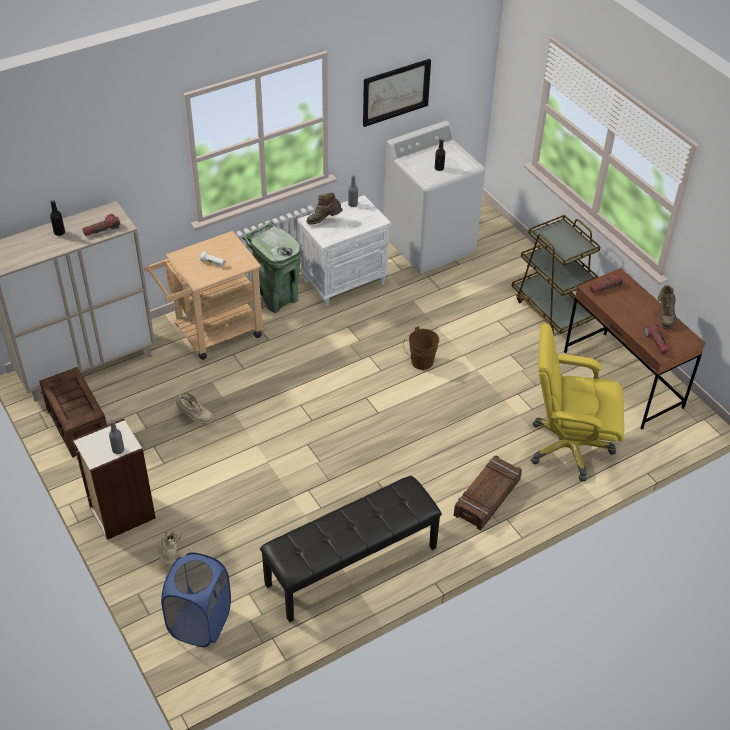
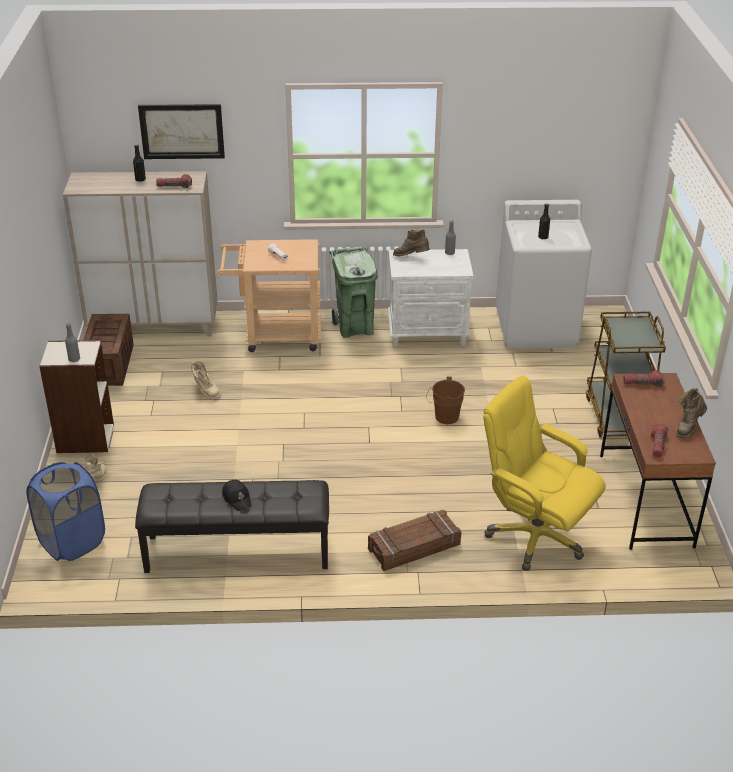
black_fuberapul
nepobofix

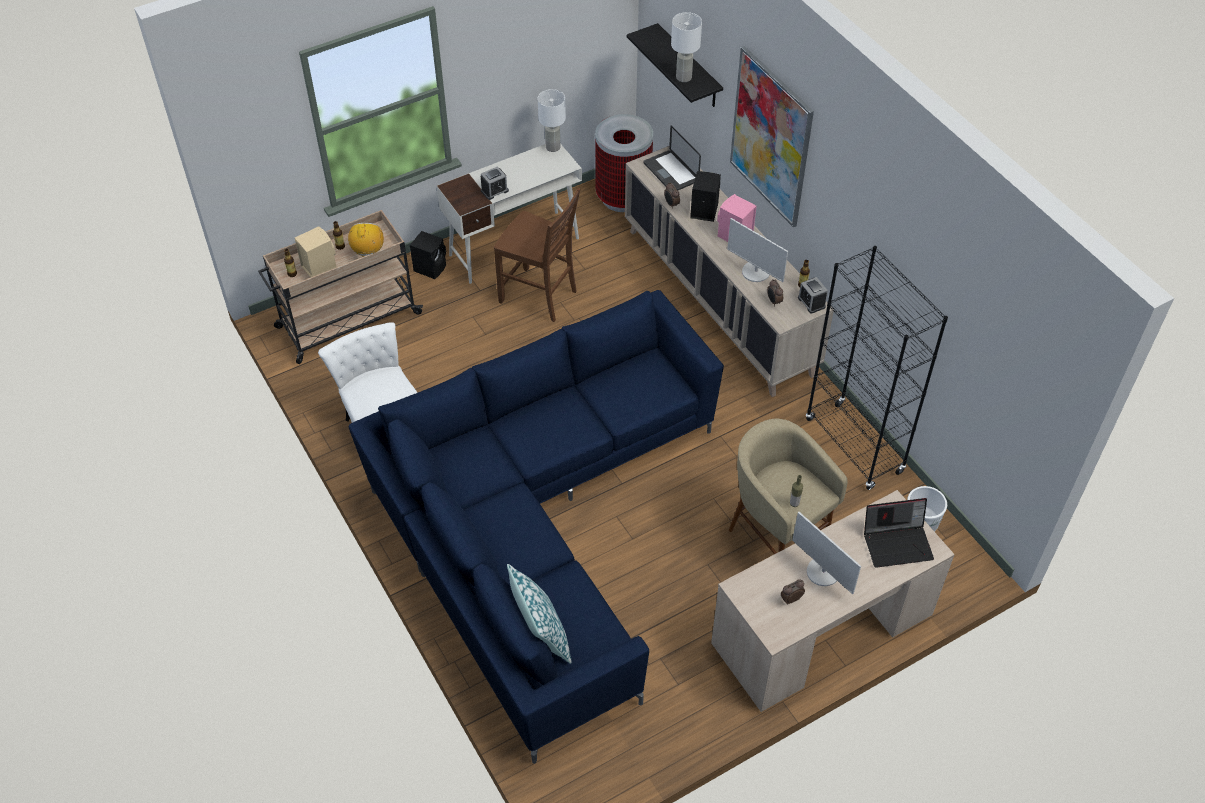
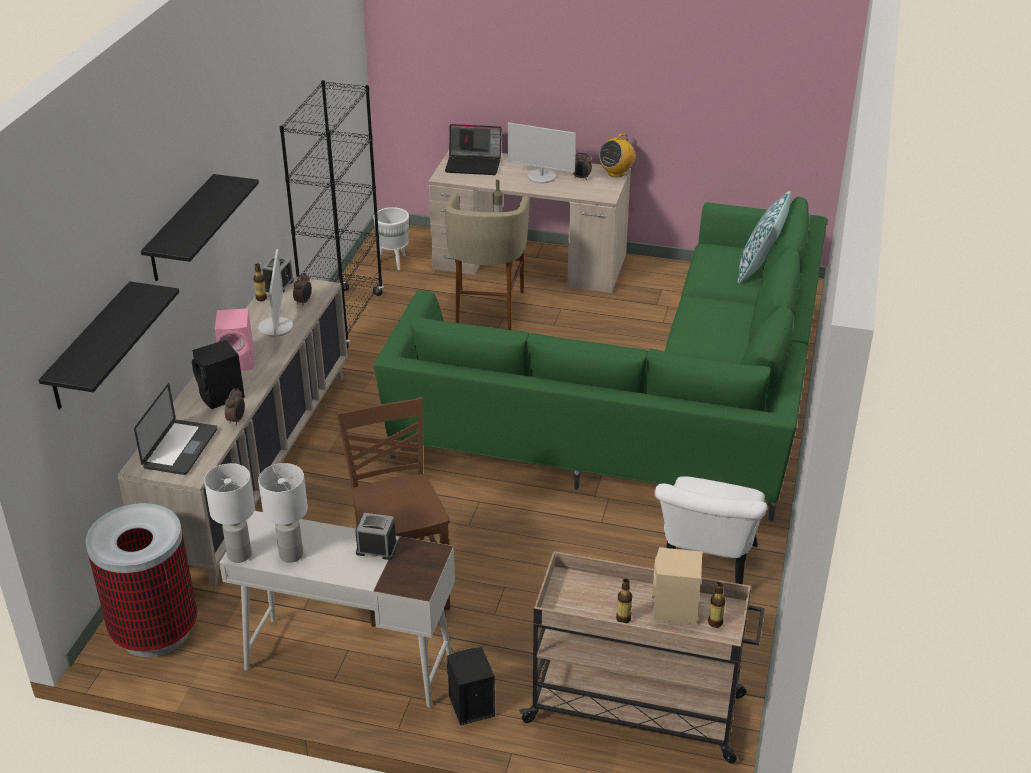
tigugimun
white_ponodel (no. 2 from left)
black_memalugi (no. 2 from left)
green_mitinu
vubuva (no. 2 from left)
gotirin (no. 2 from left)

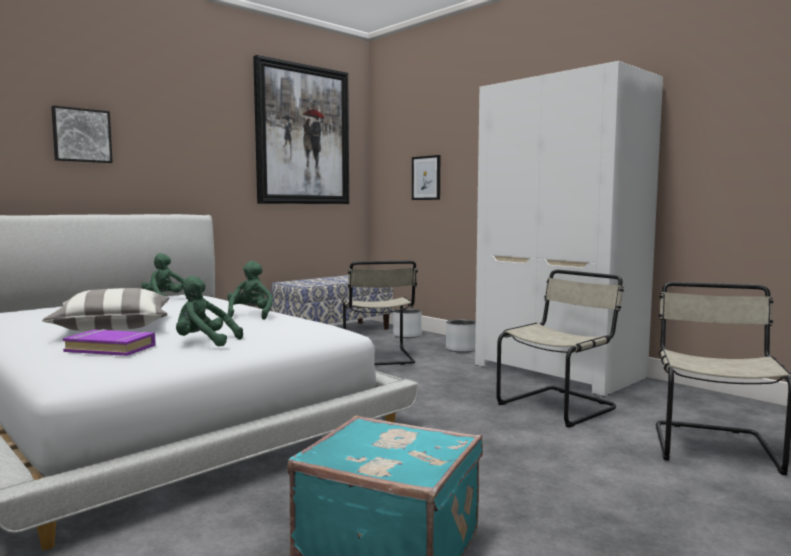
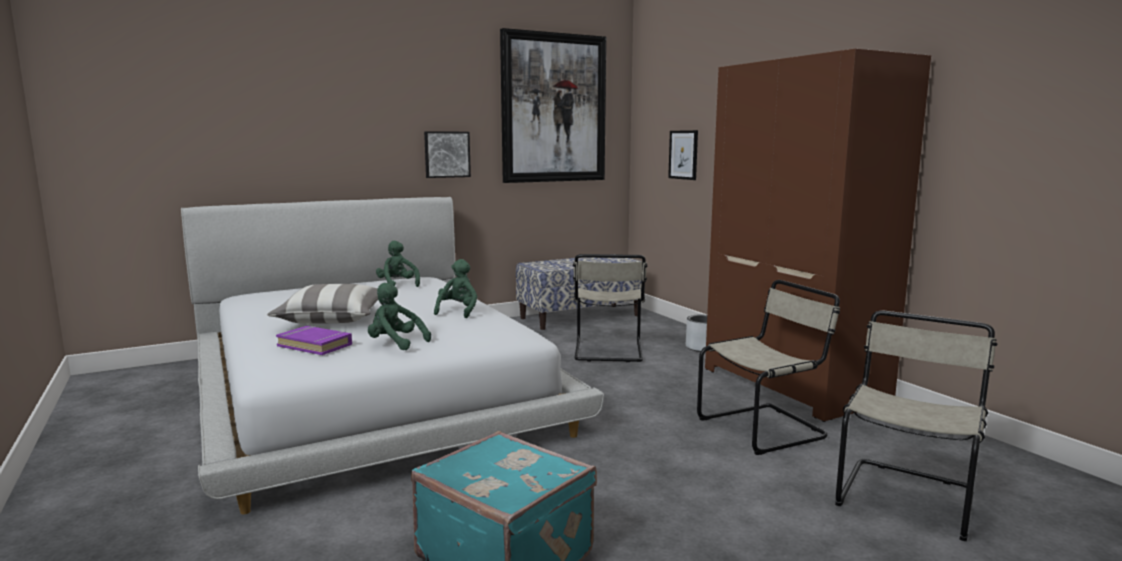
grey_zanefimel (no. 1 from left in the first image)
nepobofix (no. 1 from left)
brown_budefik

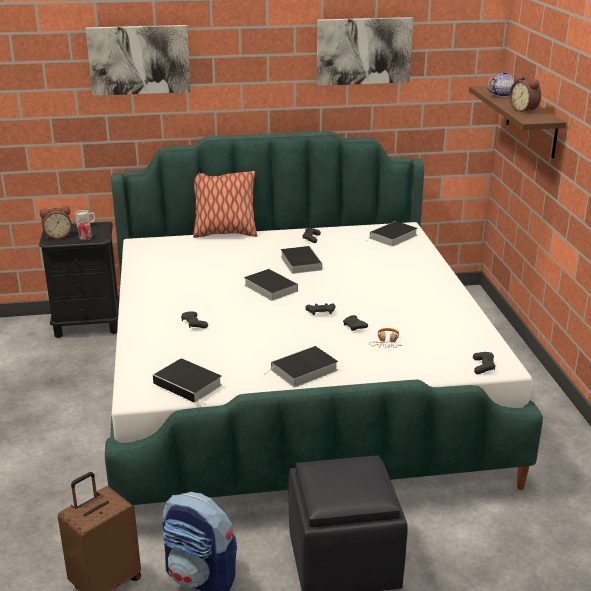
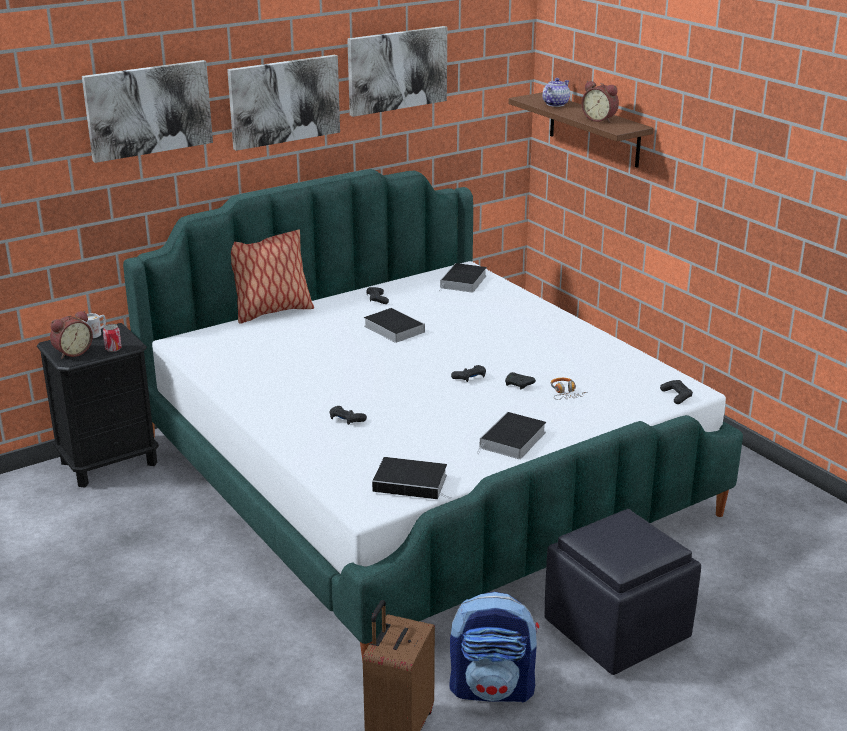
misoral (no. 2 from left in the first image)
nepobofix (no. 2 from left)

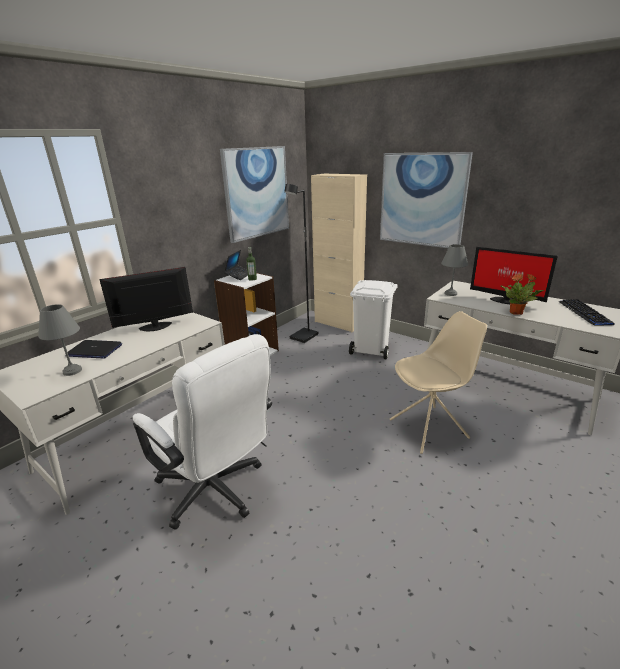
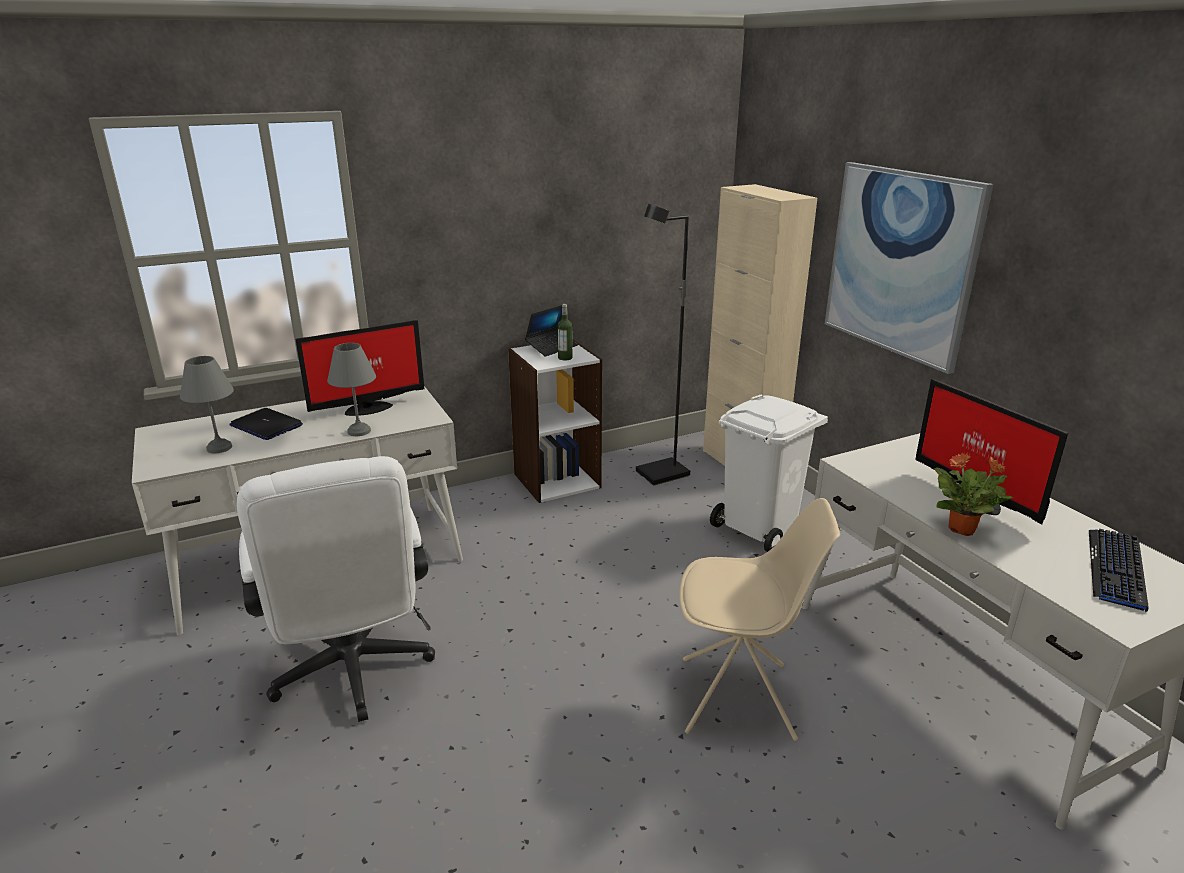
nepobofix (no. 1 from left in the first image)
grey_ponodel (no. 2 from left)
vubuva (no. 1 from left)

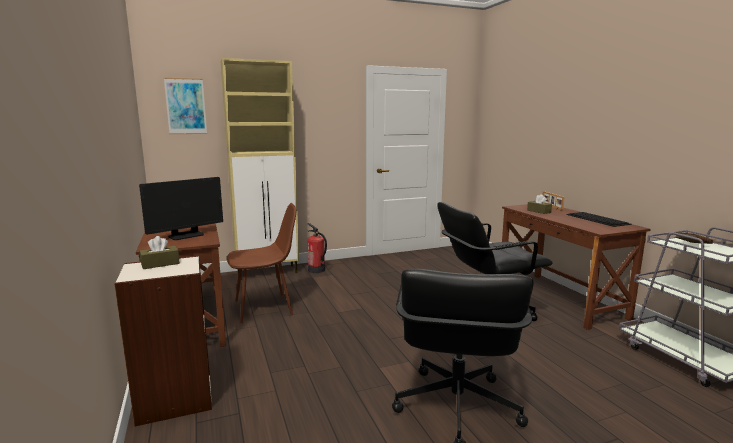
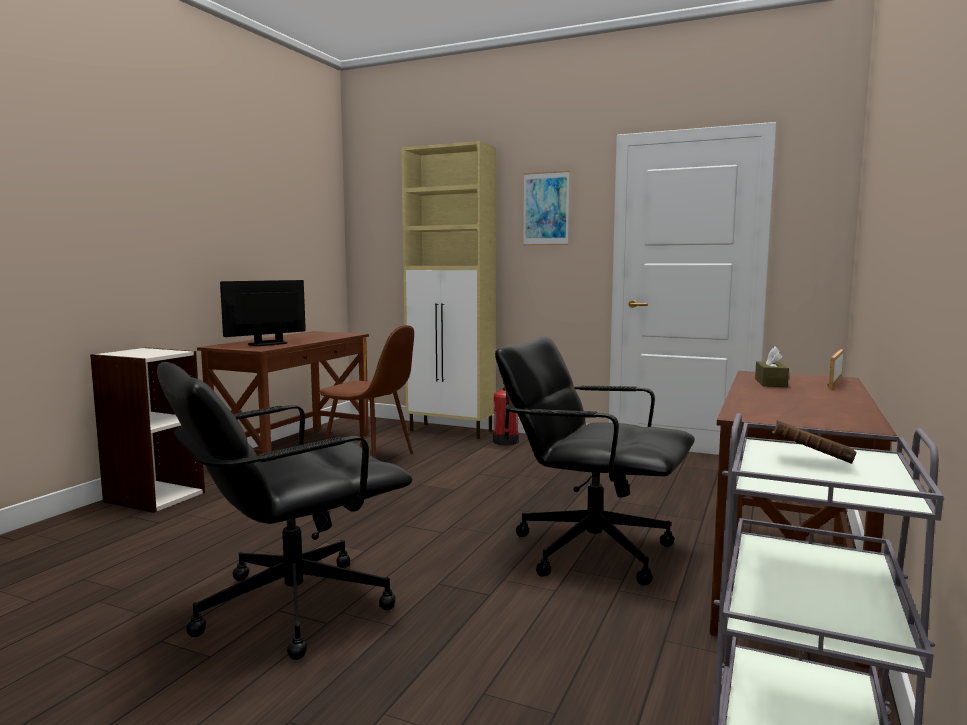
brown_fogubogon (no. 1 from left in the first image)
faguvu
nepobofix
vubuva

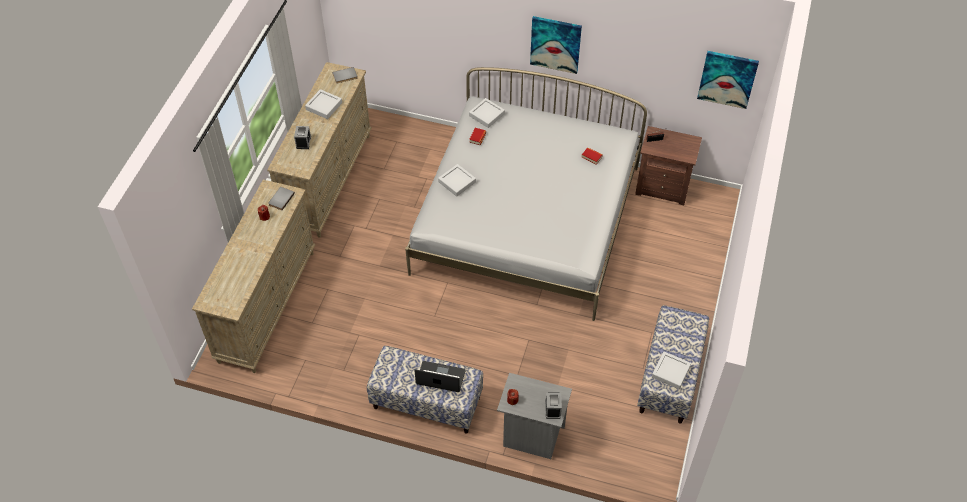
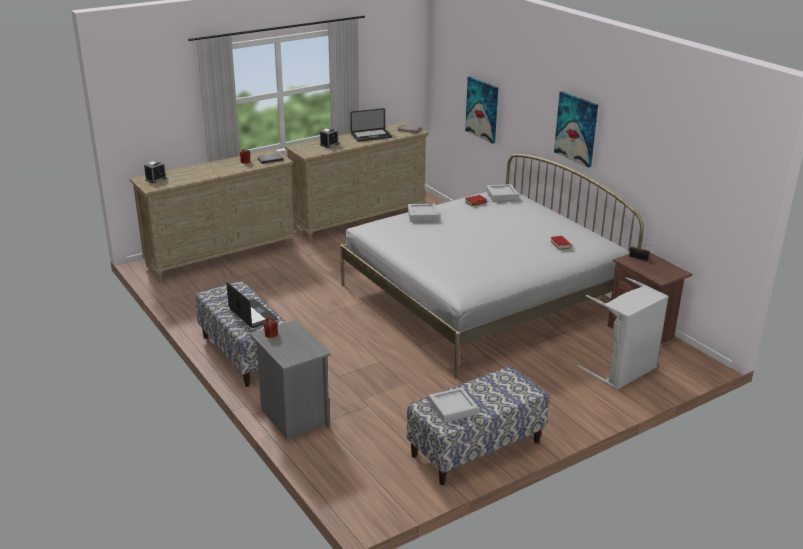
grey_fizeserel
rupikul (no. 1 from left)
nepobofix (no. 1 from left)
gotirin (no. 2 from left)

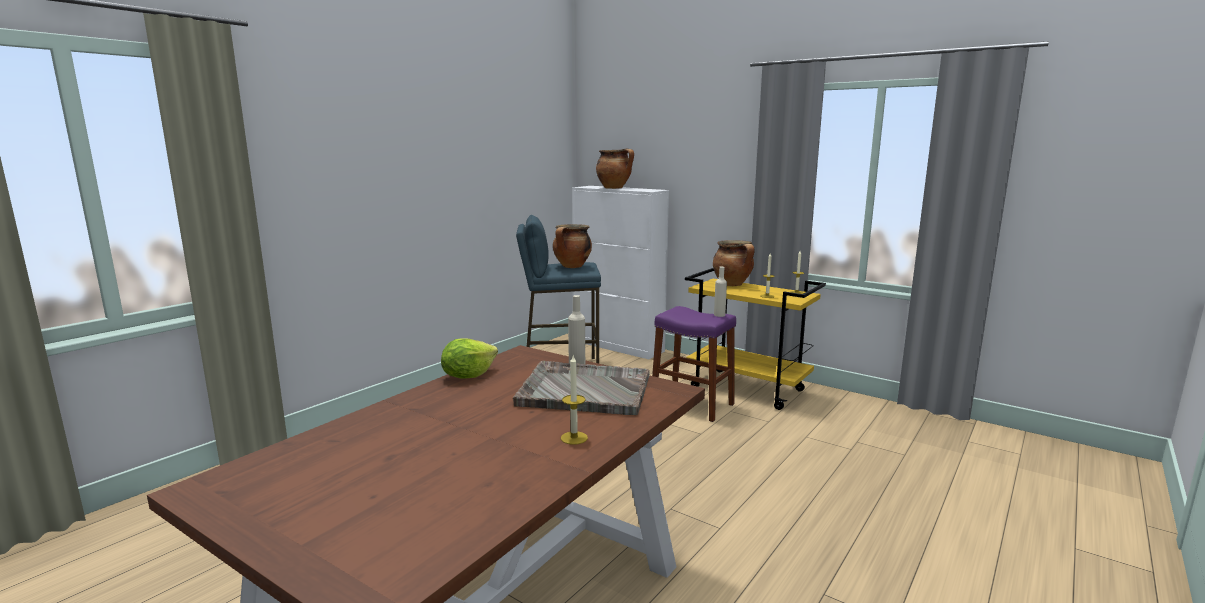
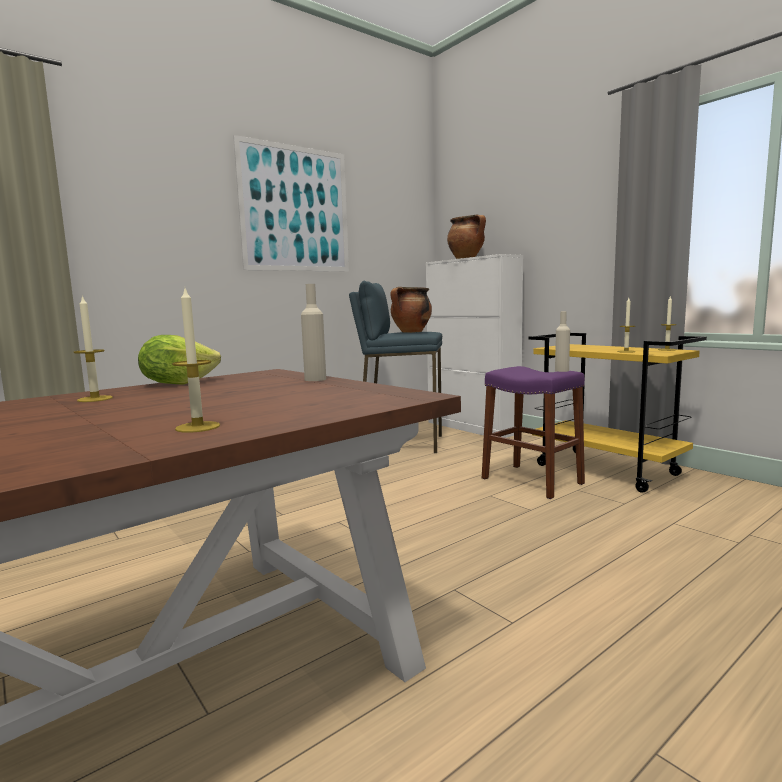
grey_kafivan
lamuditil (no. 3 from left in the first image)
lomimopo (no. 1 from left)
nepobofix

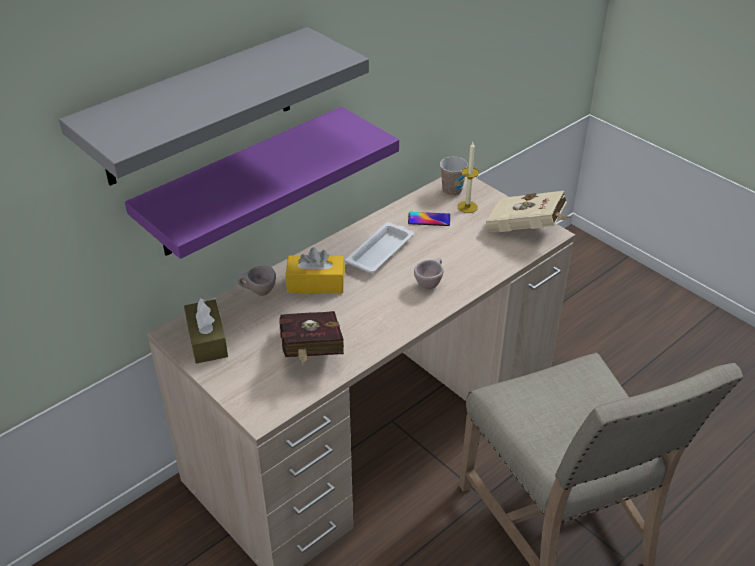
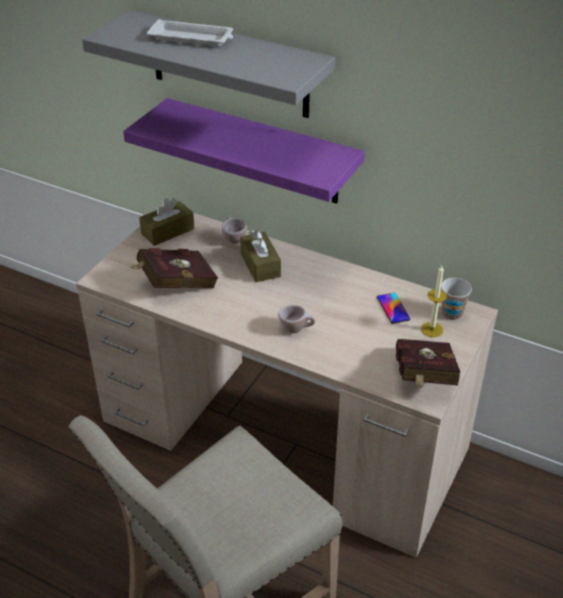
white_kafivan
brown_fogubogon (no. 2 from left)
red_misoral (no. 2 from left)

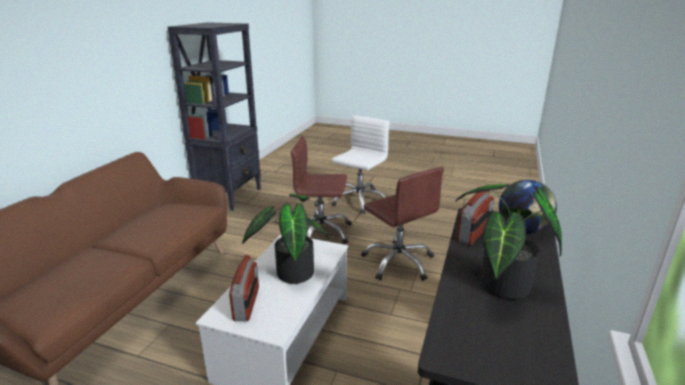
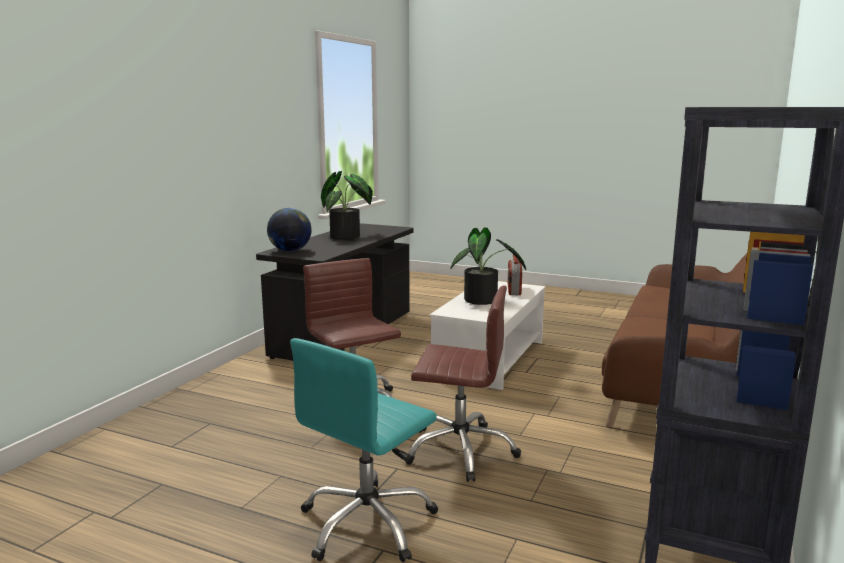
tigugimun (no. 2 from left in the first image)
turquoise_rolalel

